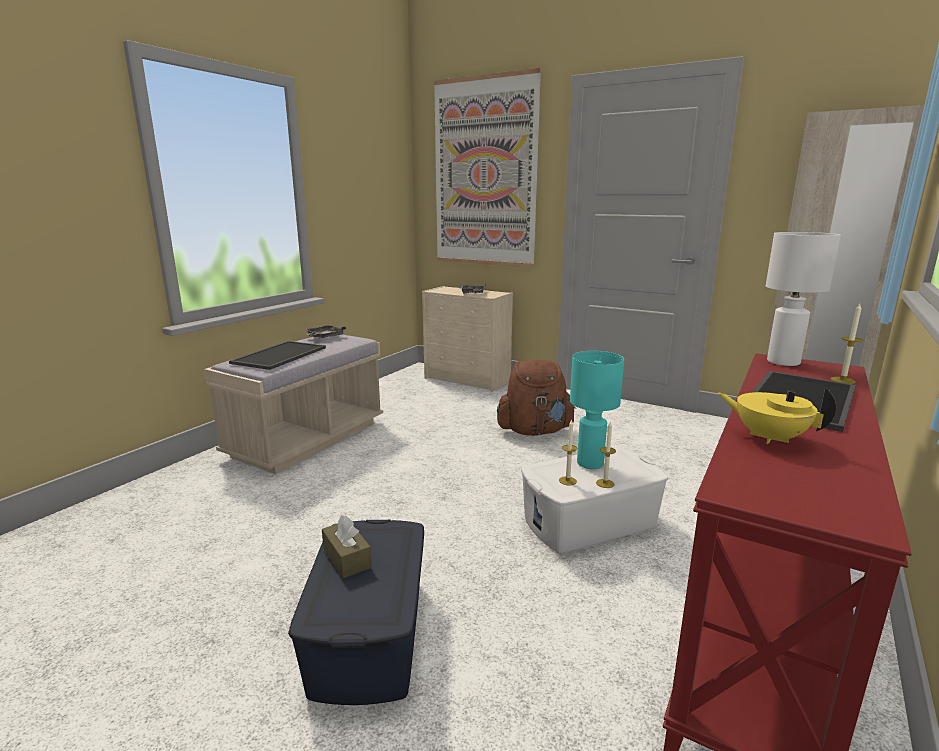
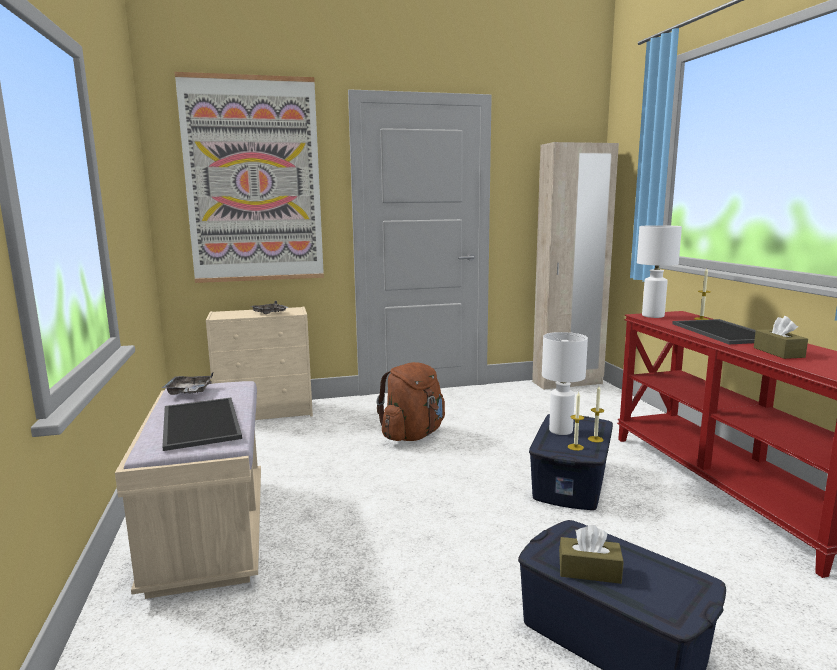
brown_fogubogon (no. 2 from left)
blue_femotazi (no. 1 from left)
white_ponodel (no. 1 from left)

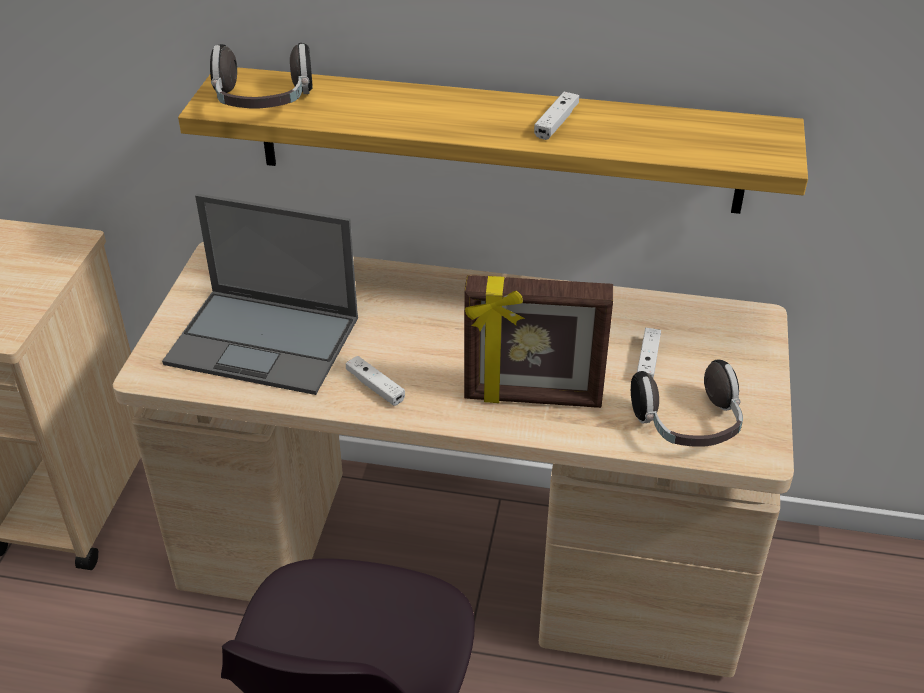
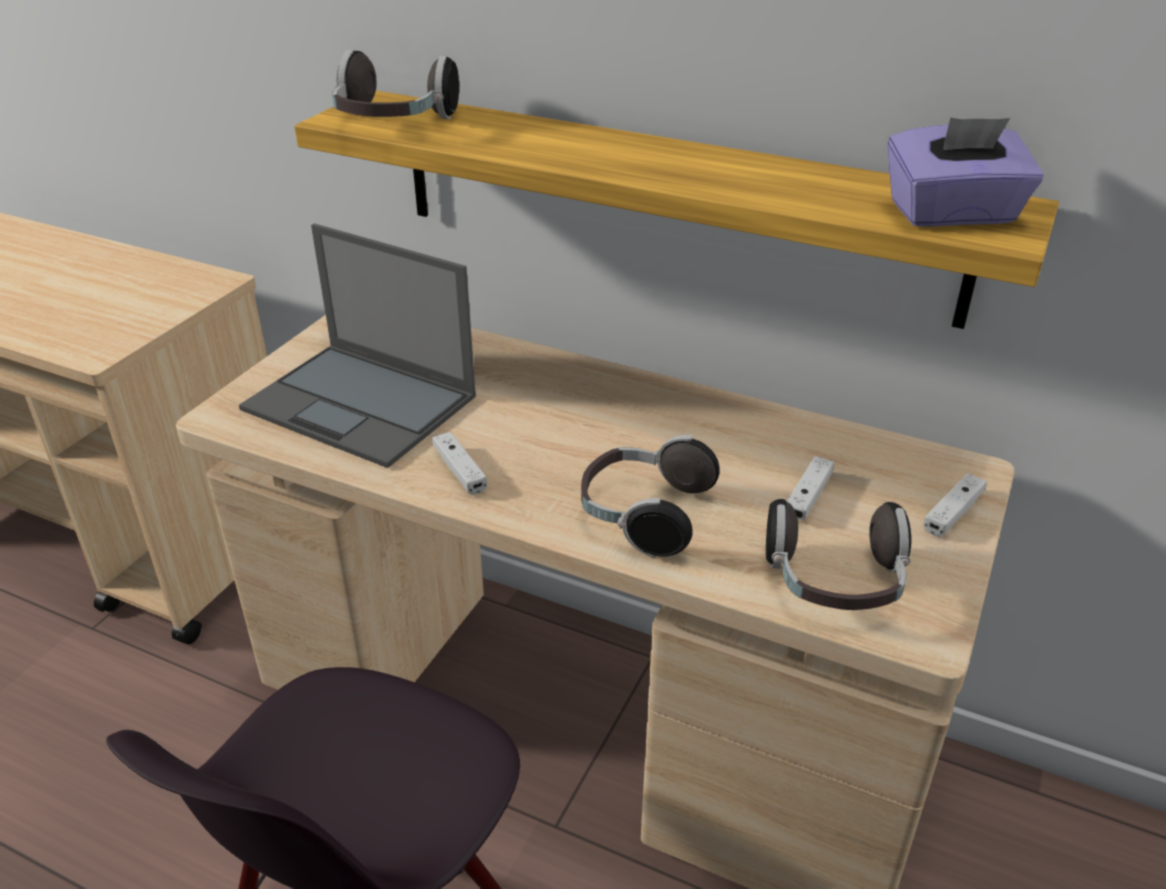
purple_fogubogon
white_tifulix (no. 3 from left)
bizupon (no. 2 from left)

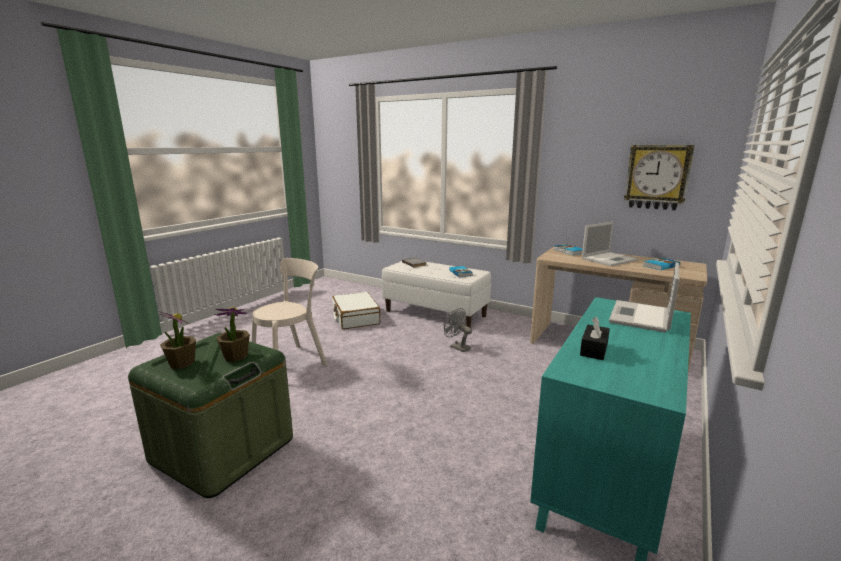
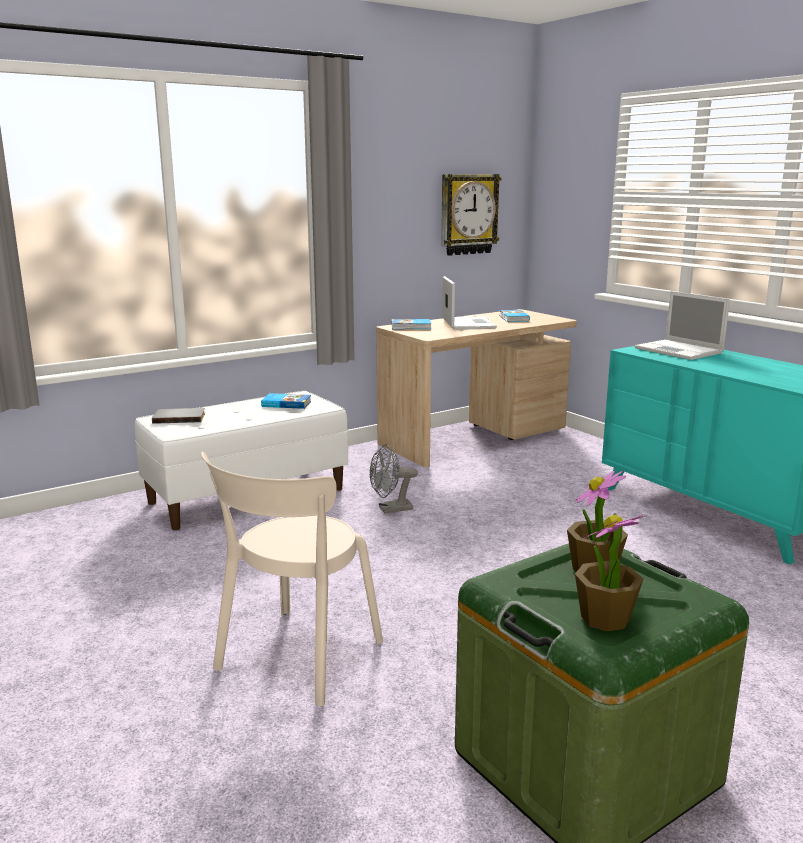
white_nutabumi
black_fogubogon
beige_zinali

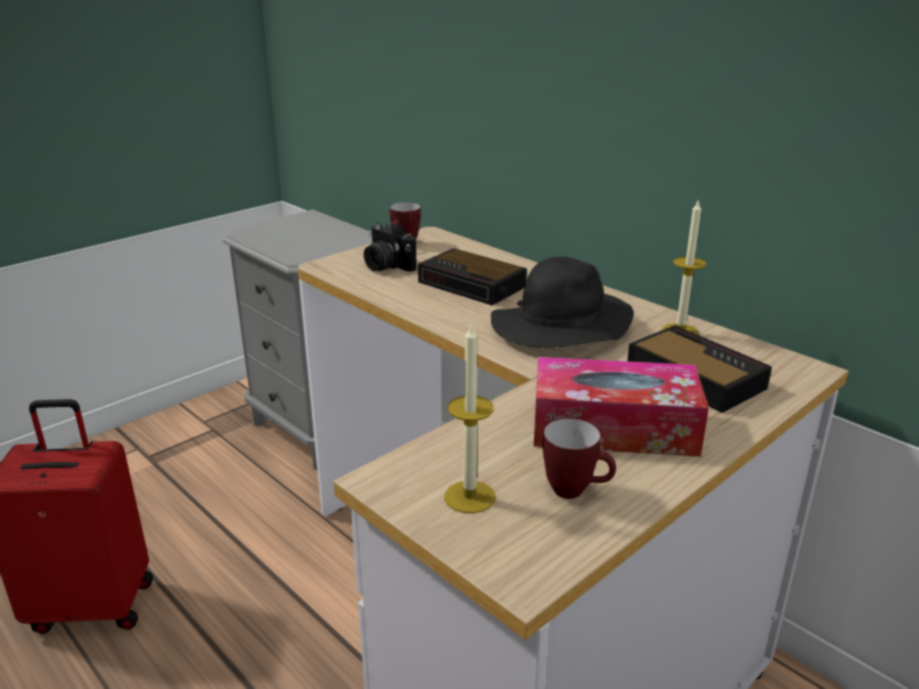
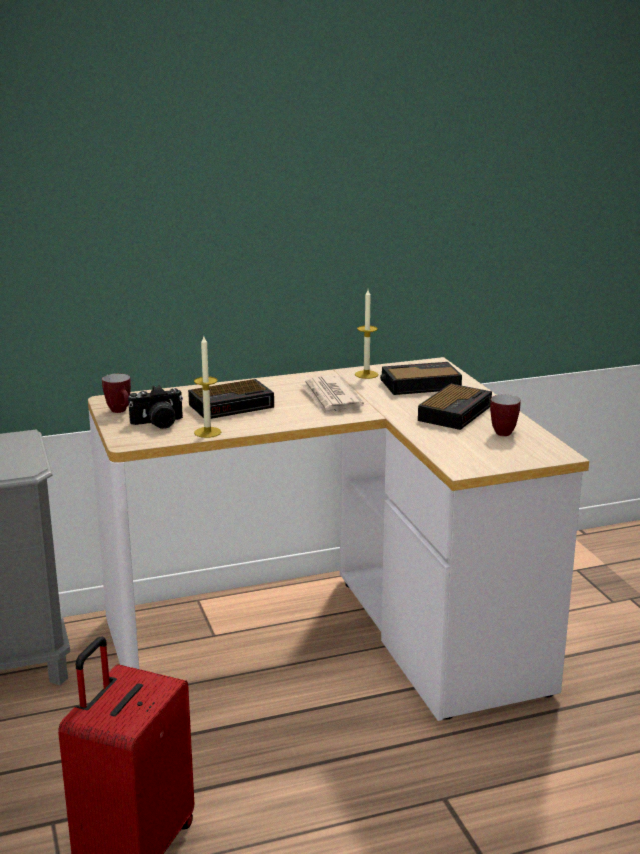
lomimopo (no. 1 from left)
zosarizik
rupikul (no. 3 from left)

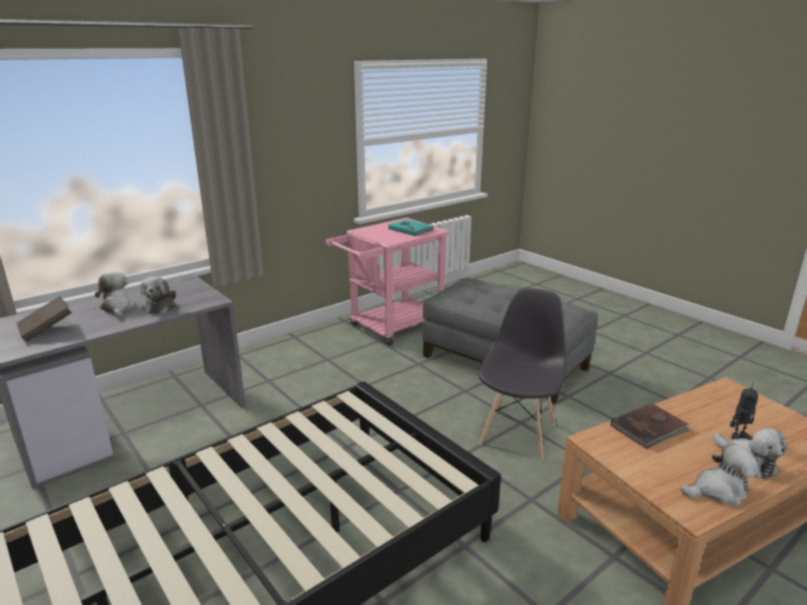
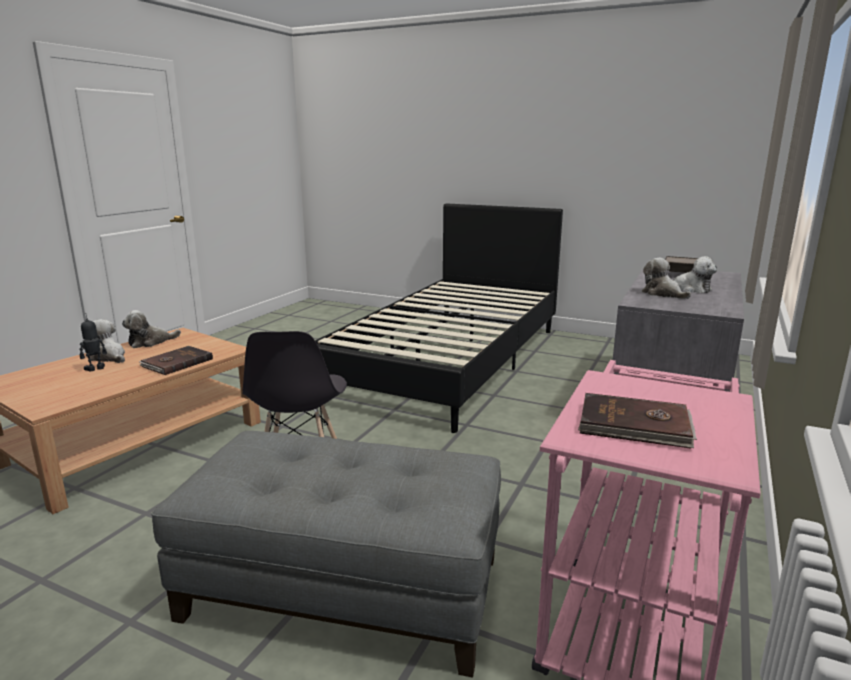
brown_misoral (no. 2 from left)

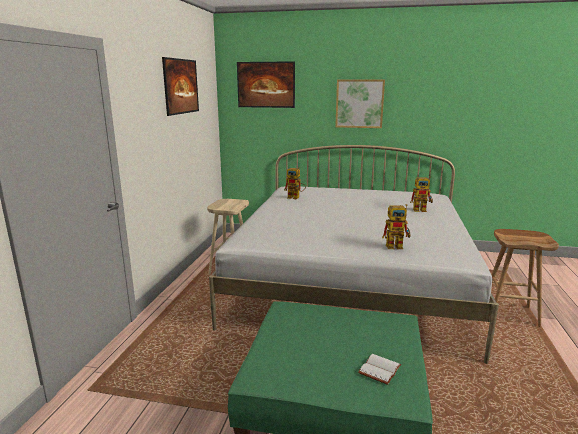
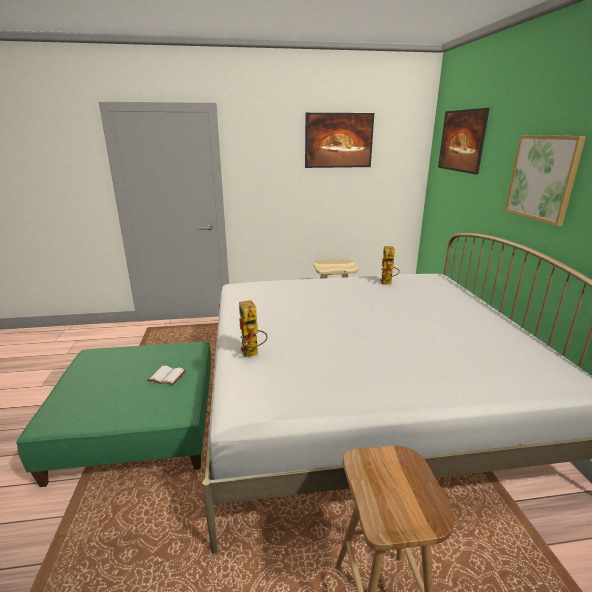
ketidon (no. 3 from left in the first image)
white_misoral

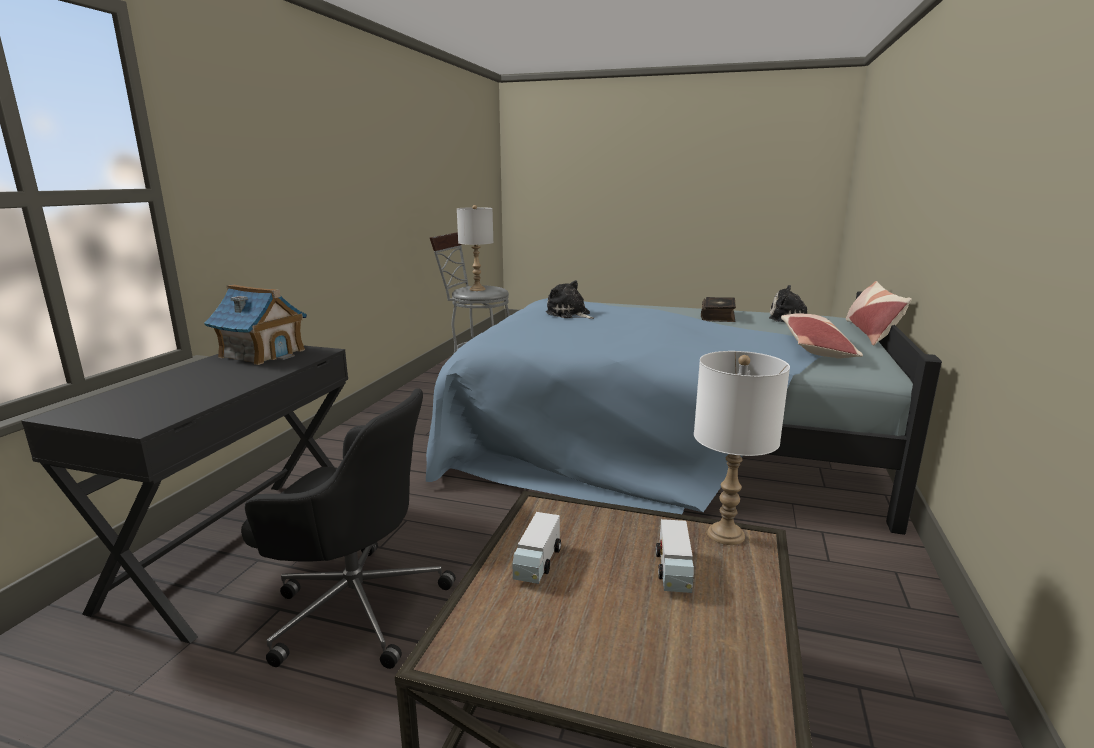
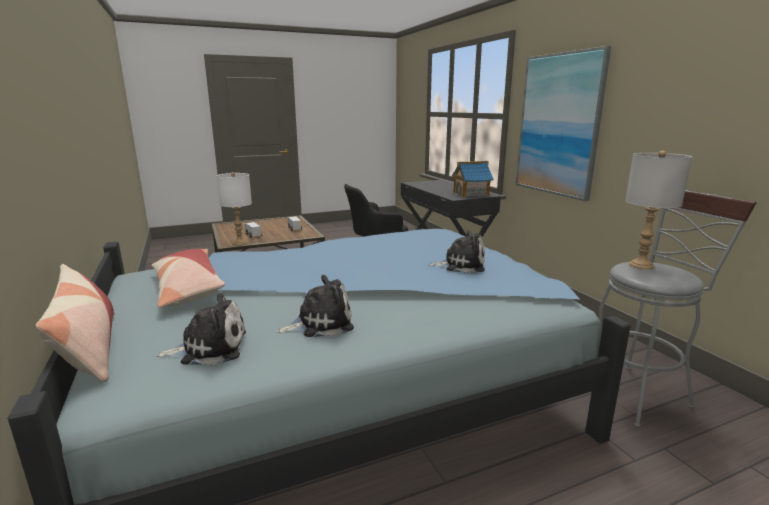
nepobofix
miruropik (no. 2 from left)

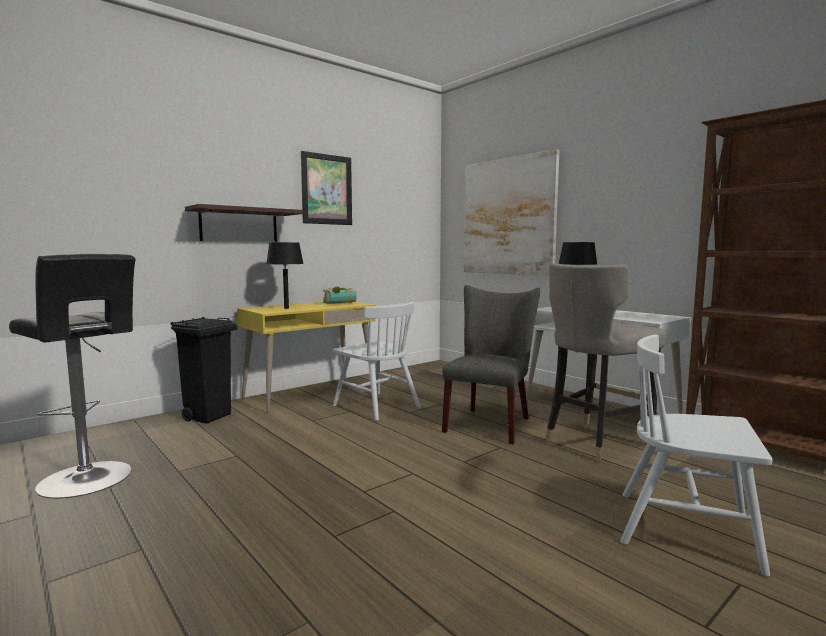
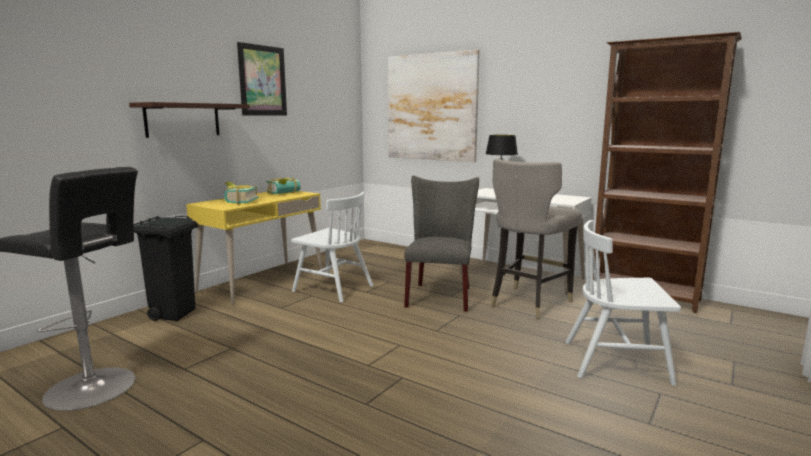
misoral (no. 1 from left)

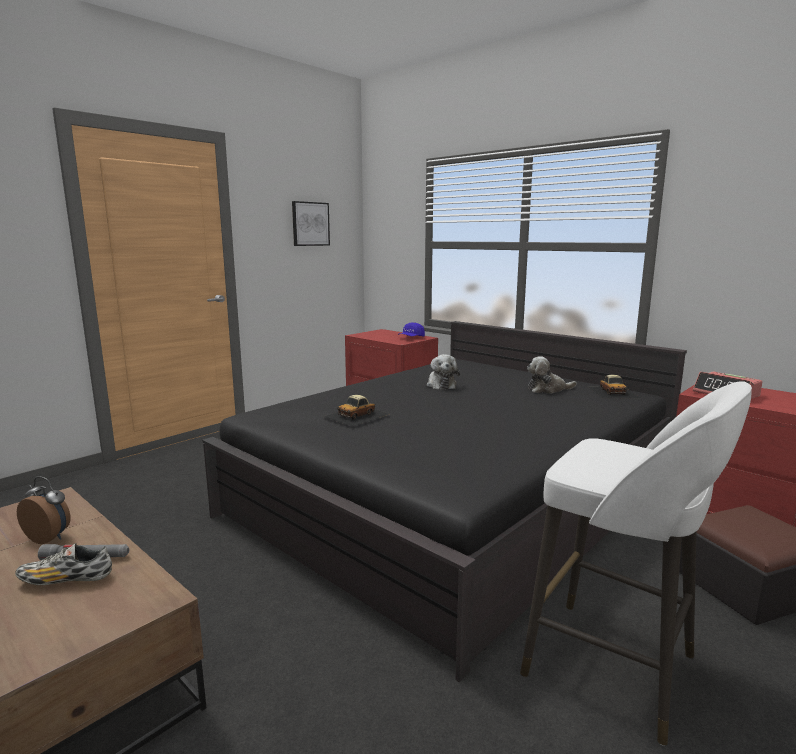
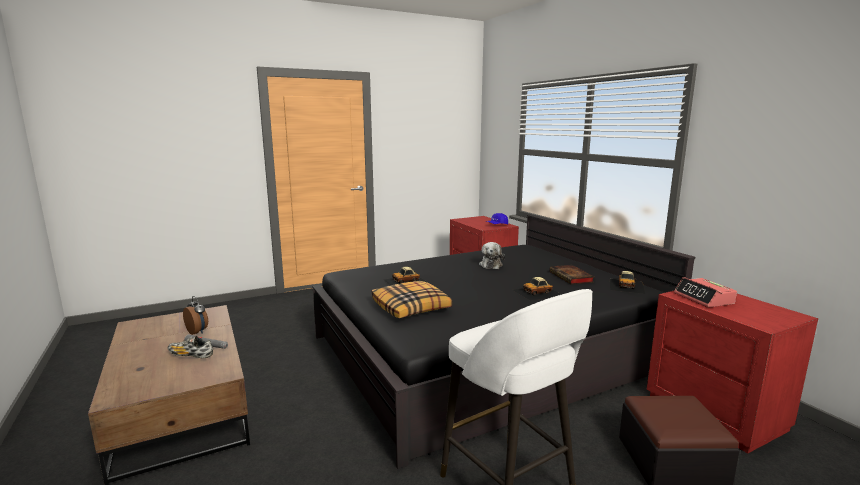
nepobofix
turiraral
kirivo (no. 2 from left)
misoral

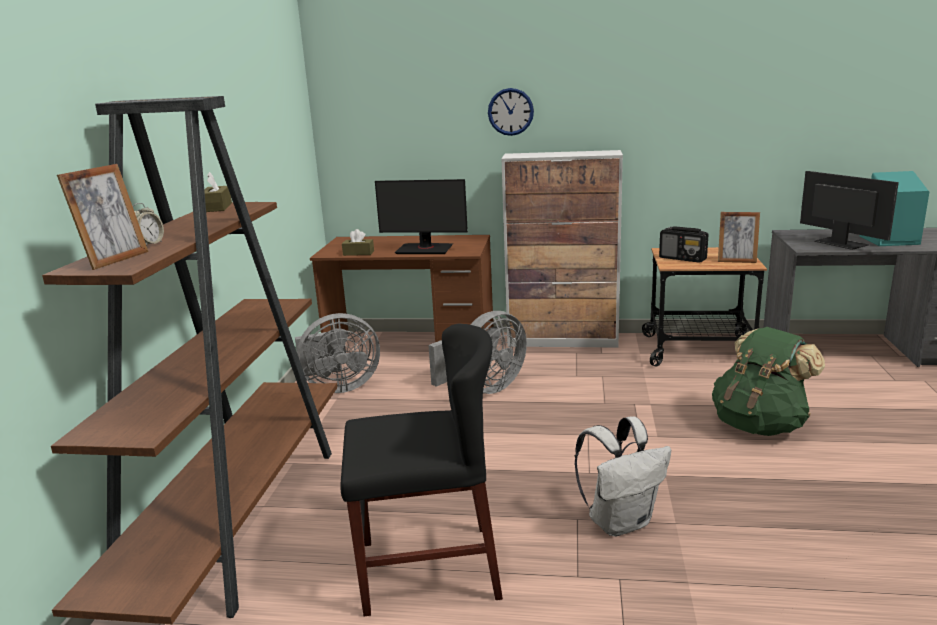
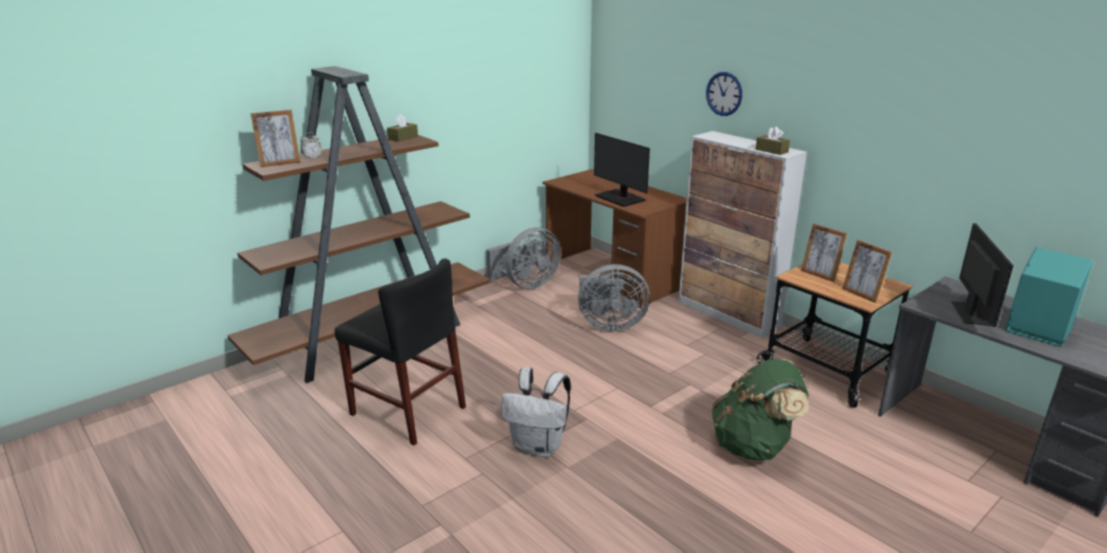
brown_fogubogon (no. 2 from left)
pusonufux (no. 2 from left)
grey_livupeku (no. 1 from left)

